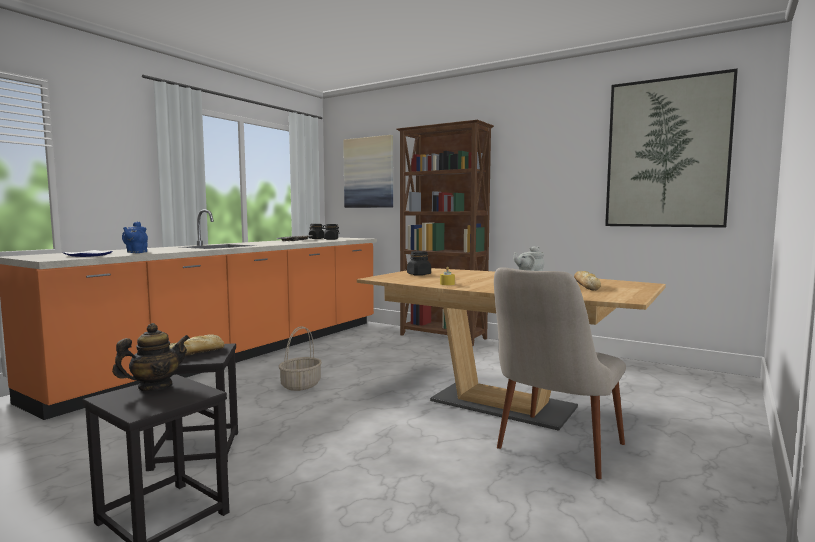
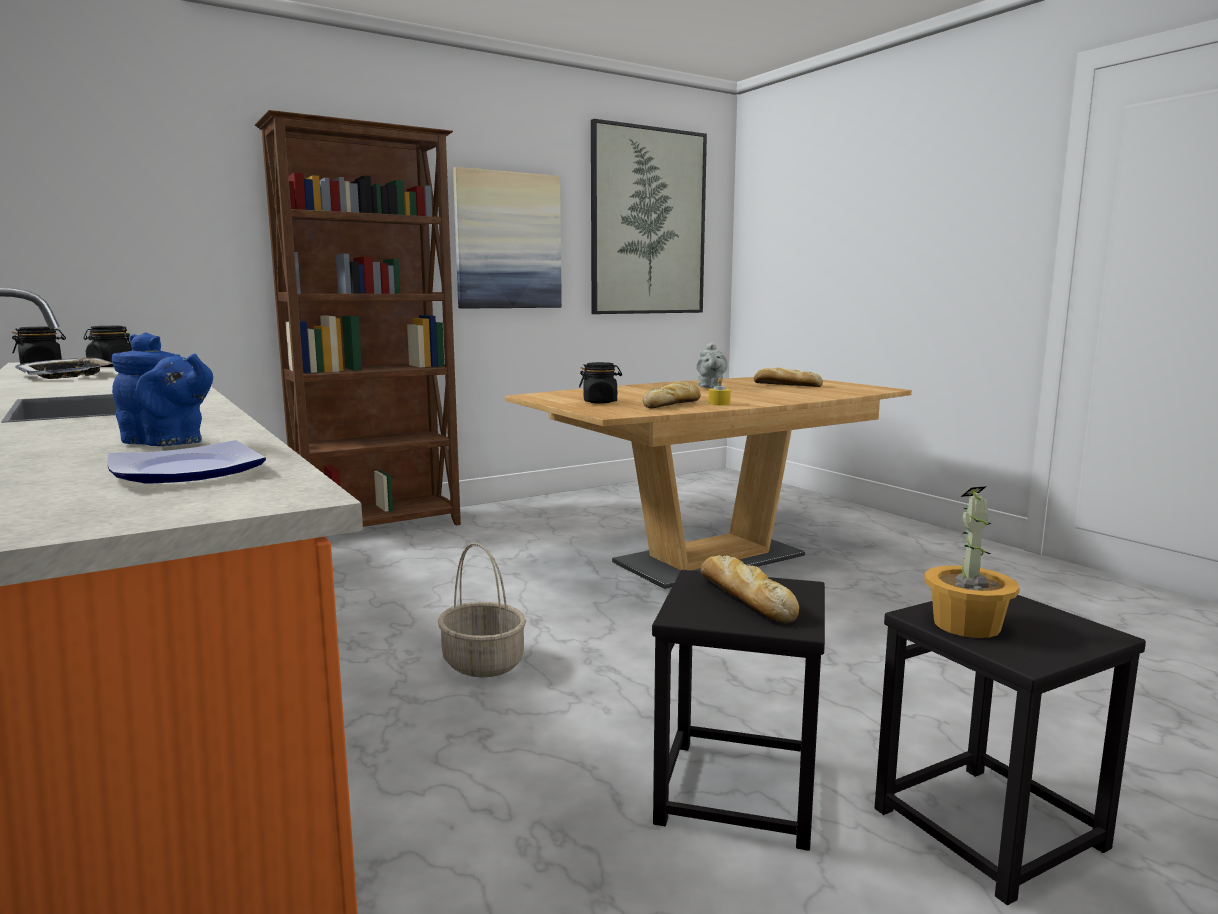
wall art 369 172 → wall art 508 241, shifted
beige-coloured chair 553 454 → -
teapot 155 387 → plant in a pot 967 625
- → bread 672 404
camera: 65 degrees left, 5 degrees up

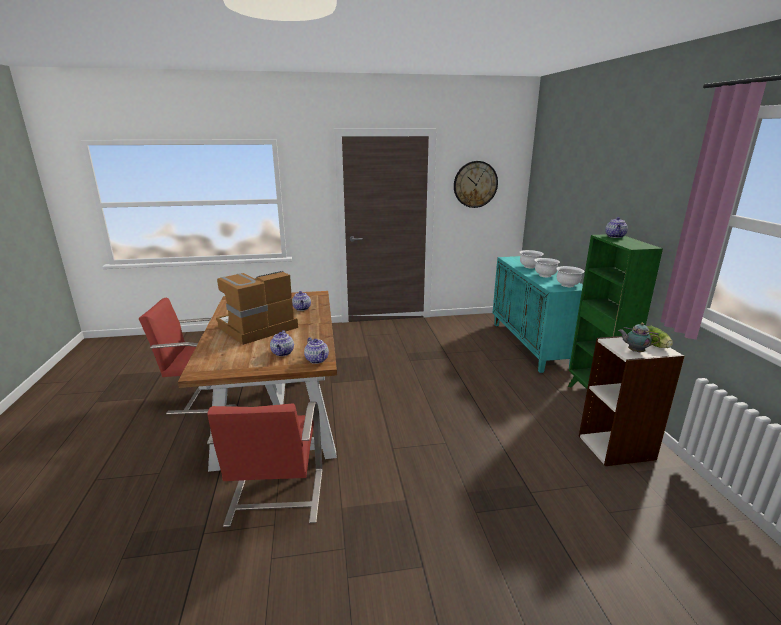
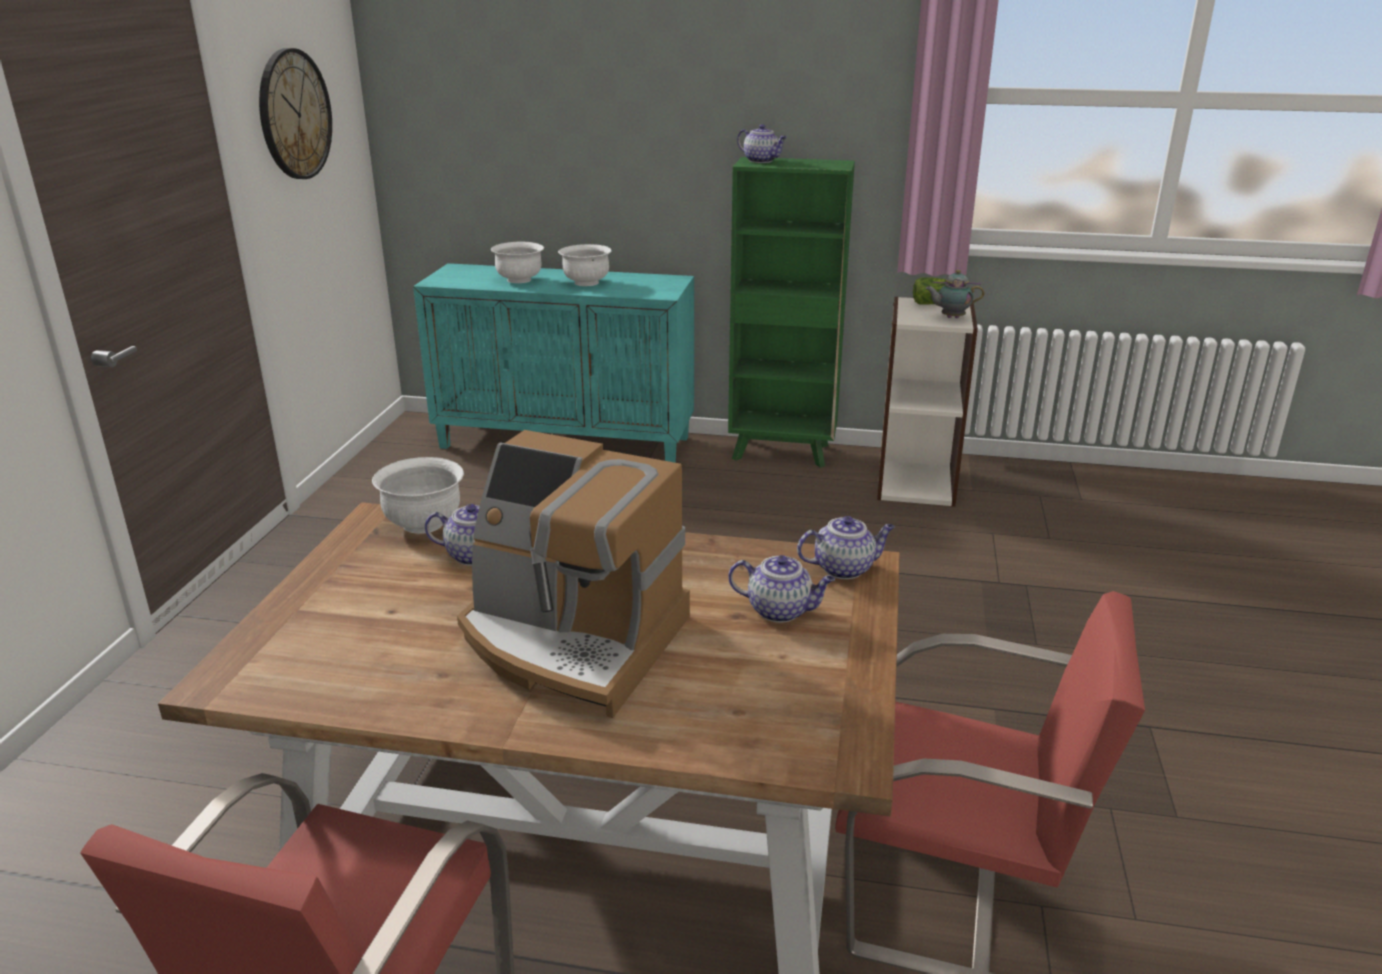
whitish serving bowl 567 285 → whitish serving bowl 424 524, shifted
coffee brewer 257 328 → coffee brewer 572 640, 45 degrees counterclockwise
teapot 634 351 → teapot 950 317, 45 degrees clockwise
camera: 70 degrees left, 5 degrees up

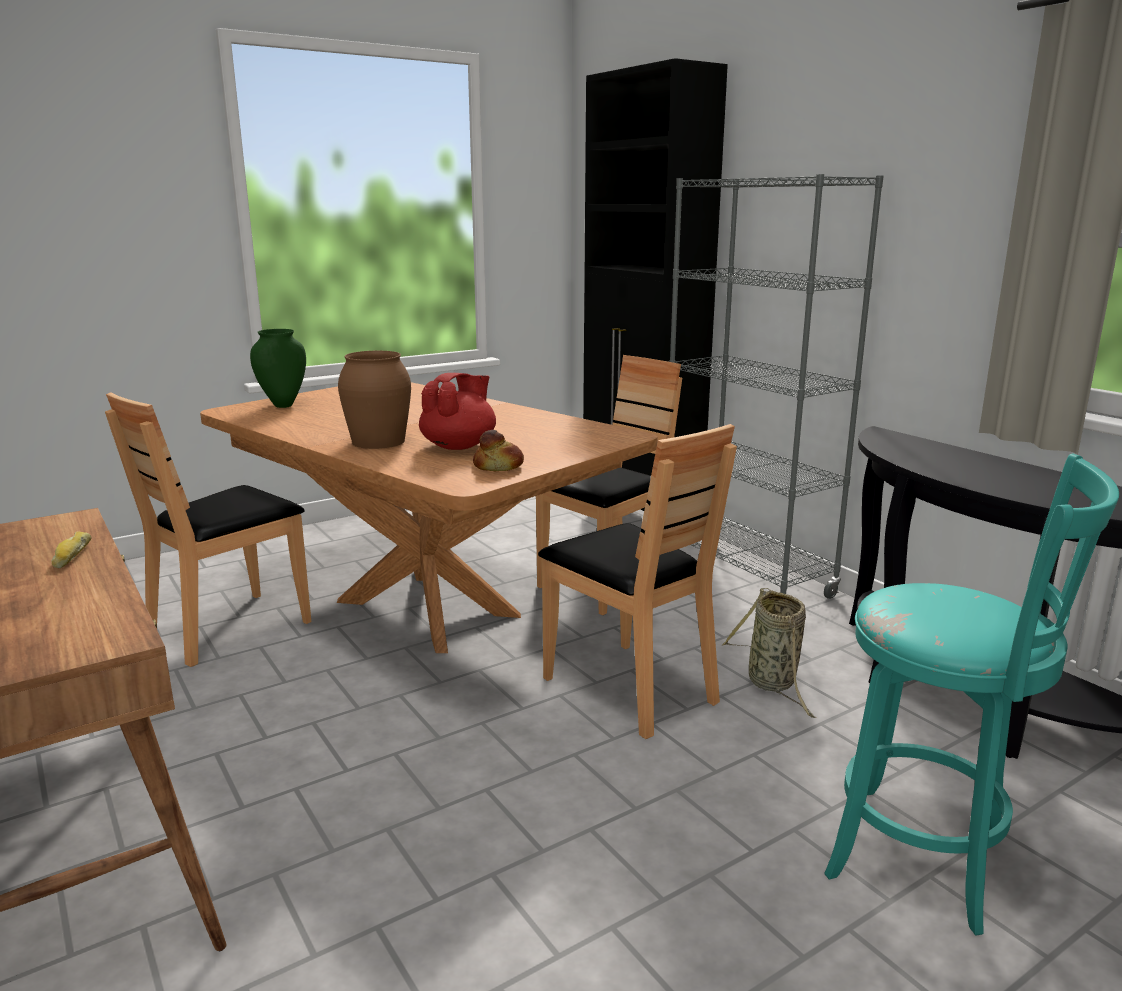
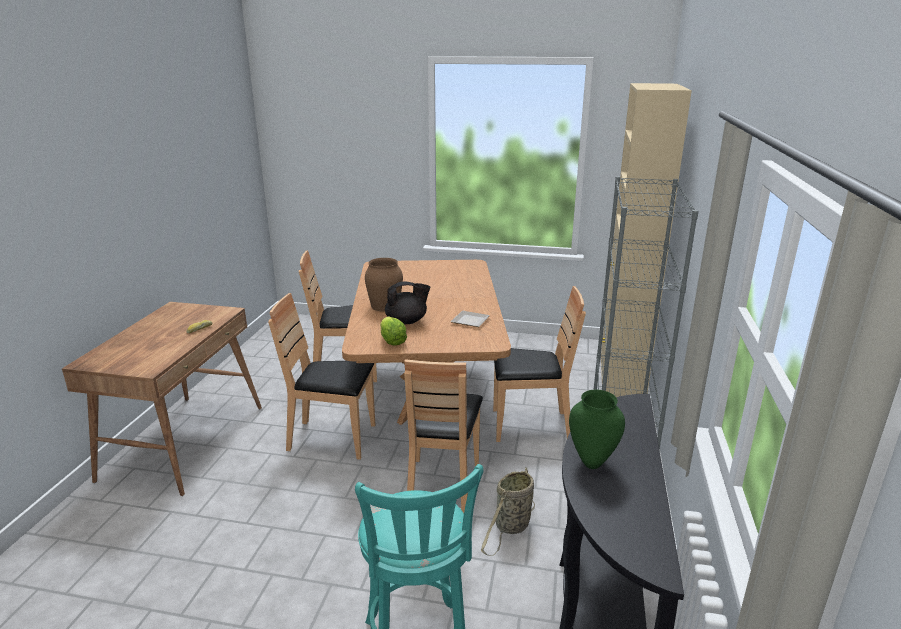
black-coloured storage cabinet 640 521 → beige-coloured storage cabinet 619 394
green vase 283 405 → green vase 592 462, shifted
red-coloured teapot 459 446 → black-coloured teapot 407 321
bread 498 467 → lettuce 392 341
- → brown chair 333 438
- → plate 470 321
camera: 45 degrees right, 5 degrees up

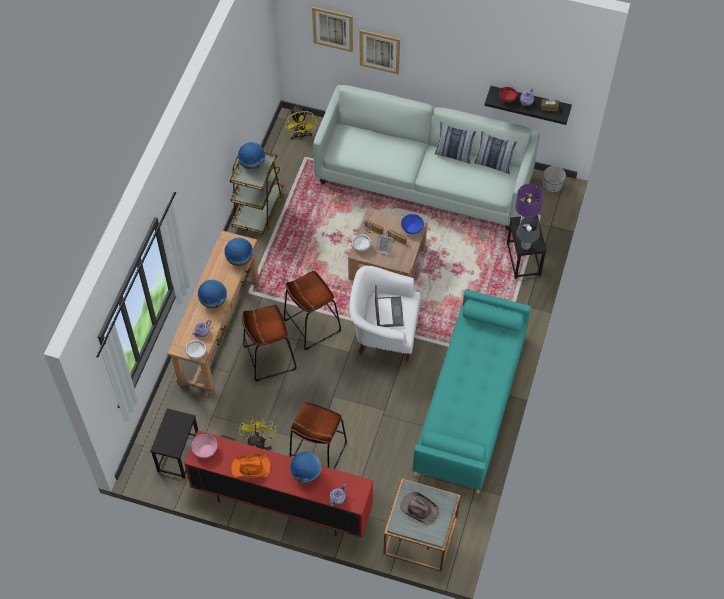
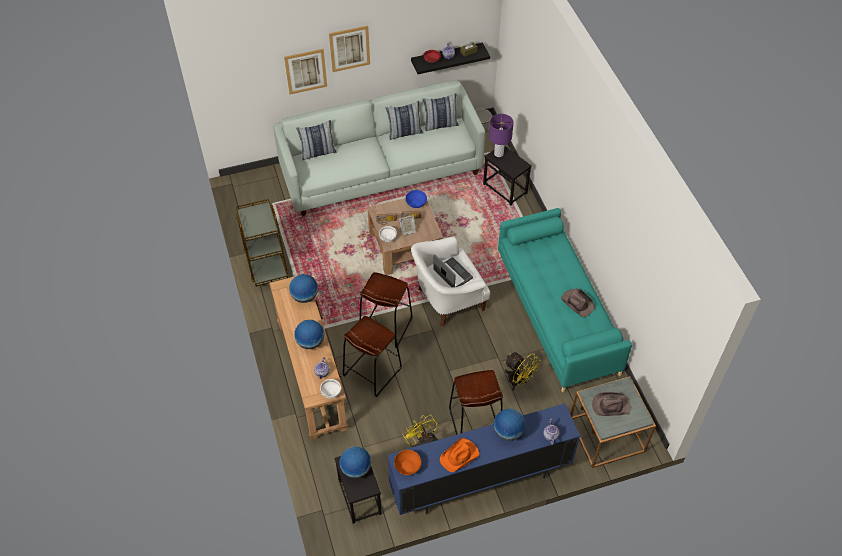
wall art 333 29 → wall art 349 48, shifted
yellow fan 301 136 → yellow fan 518 381, shifted
globe 252 164 → globe 356 469, shifted
gray table lamp 525 246 → -
red-coloured tv unit 281 504 → blue tv unit 479 481
pink-coloured serving bowl 205 449 → orange-coloured serving bowl 407 466
- → cushion 318 152
- → brown hat 577 303
camera: 35 degrees left, 5 degrees down

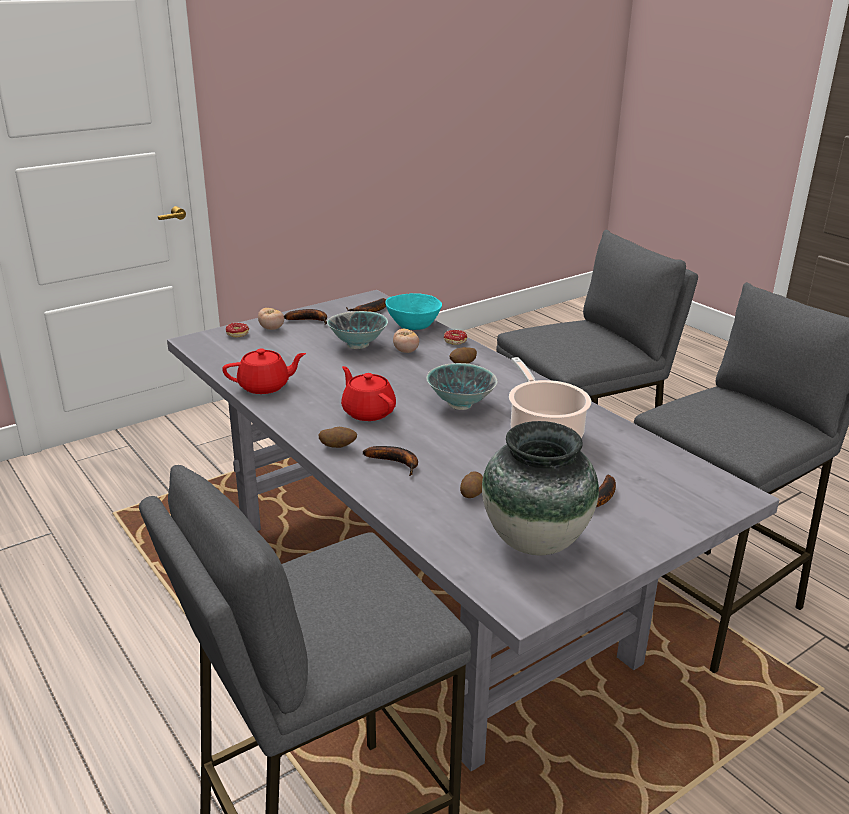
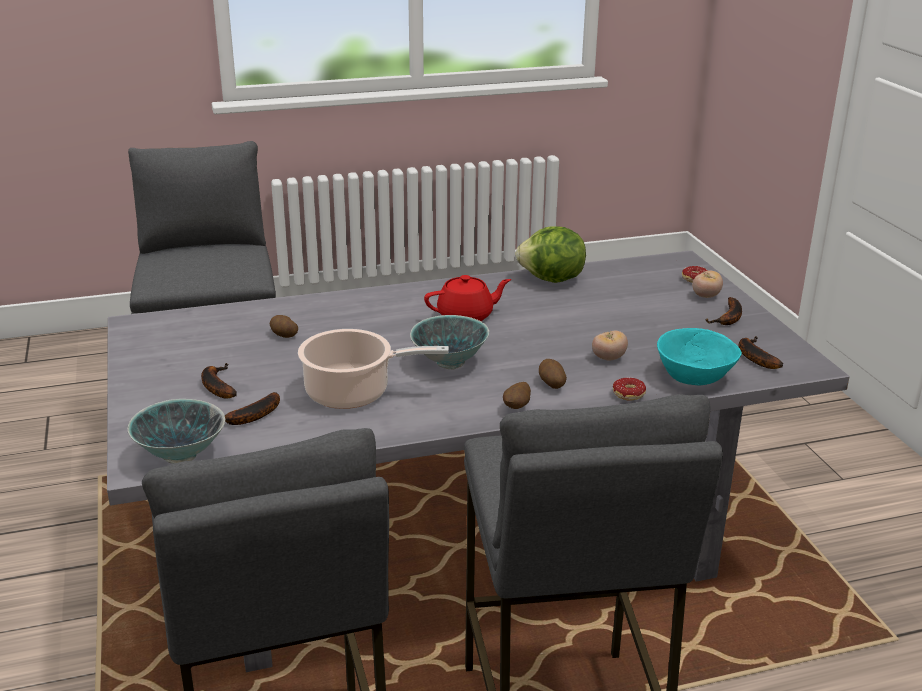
serving bowl 358 345 → serving bowl 180 456, shifted
red-coloured teapot 265 386 → lettuce 552 280
vase 536 541 → -
potato 338 447 → potato 517 407, shifted
banana fruit 396 463 → banana fruit 250 417, shifted
camera: 110 degrees right, 0 degrees up

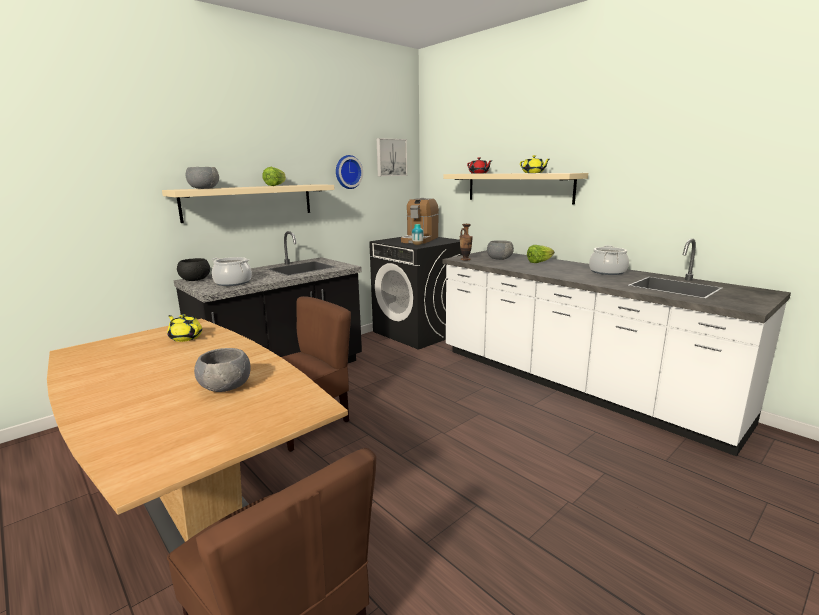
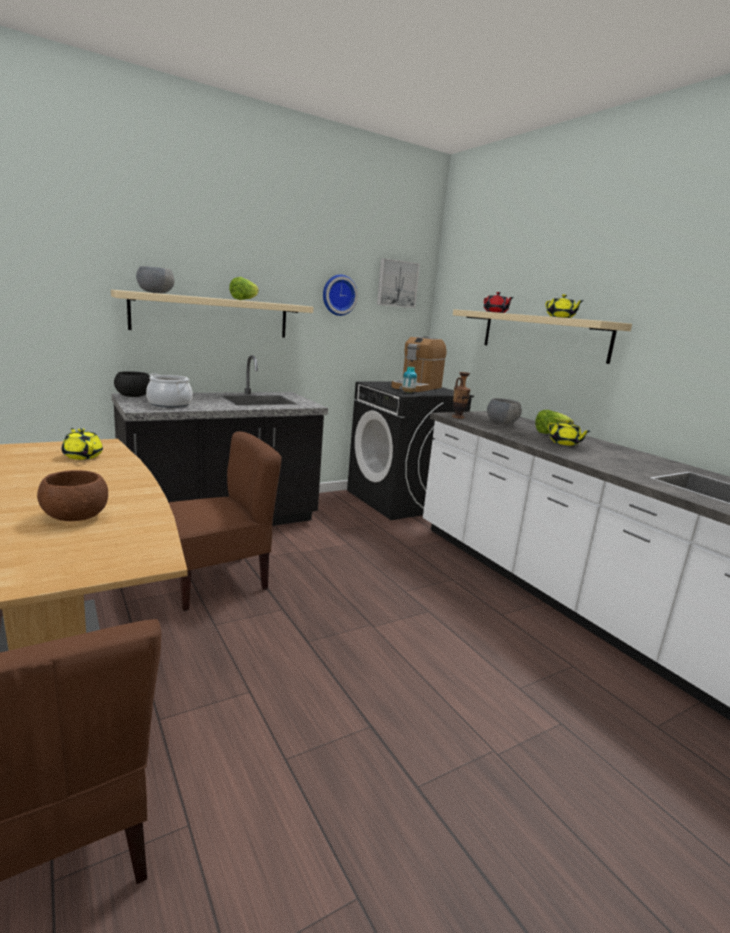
stockpot 607 272 → -
gray serving bowl 225 387 → brown serving bowl 75 516
- → yellow teapot 564 443
camera: 10 degrees right, 0 degrees up

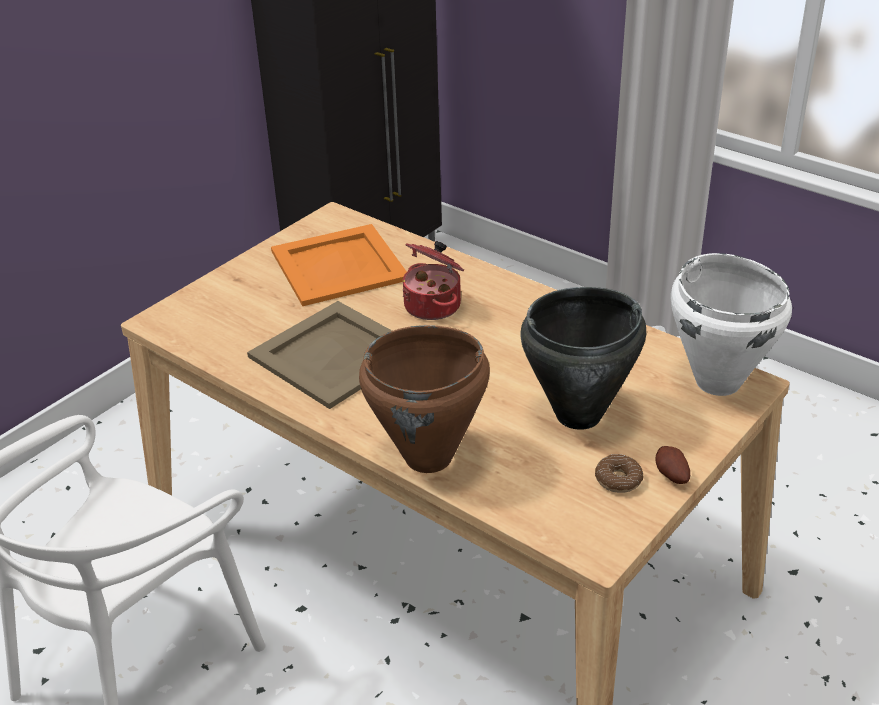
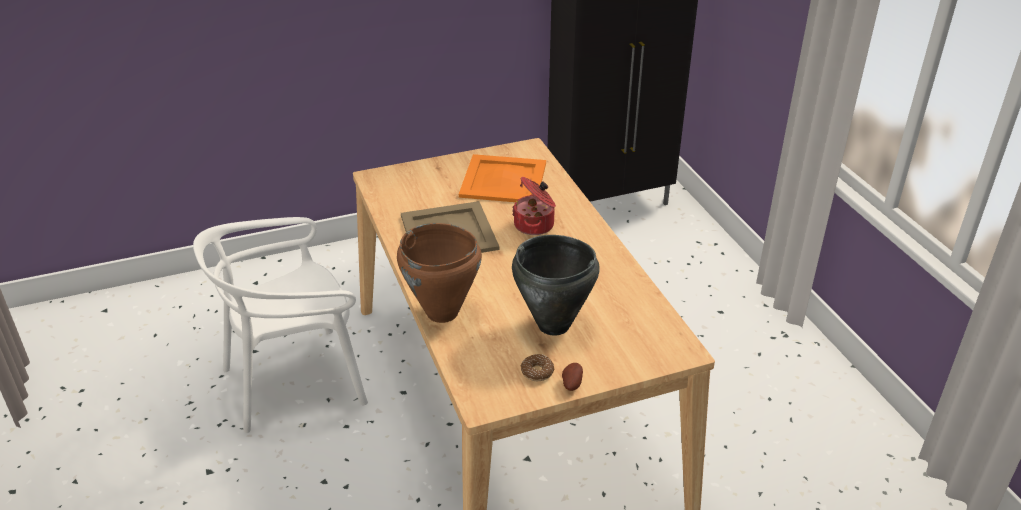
whitish stockpot 718 381 → -
camera: 30 degrees right, 0 degrees up

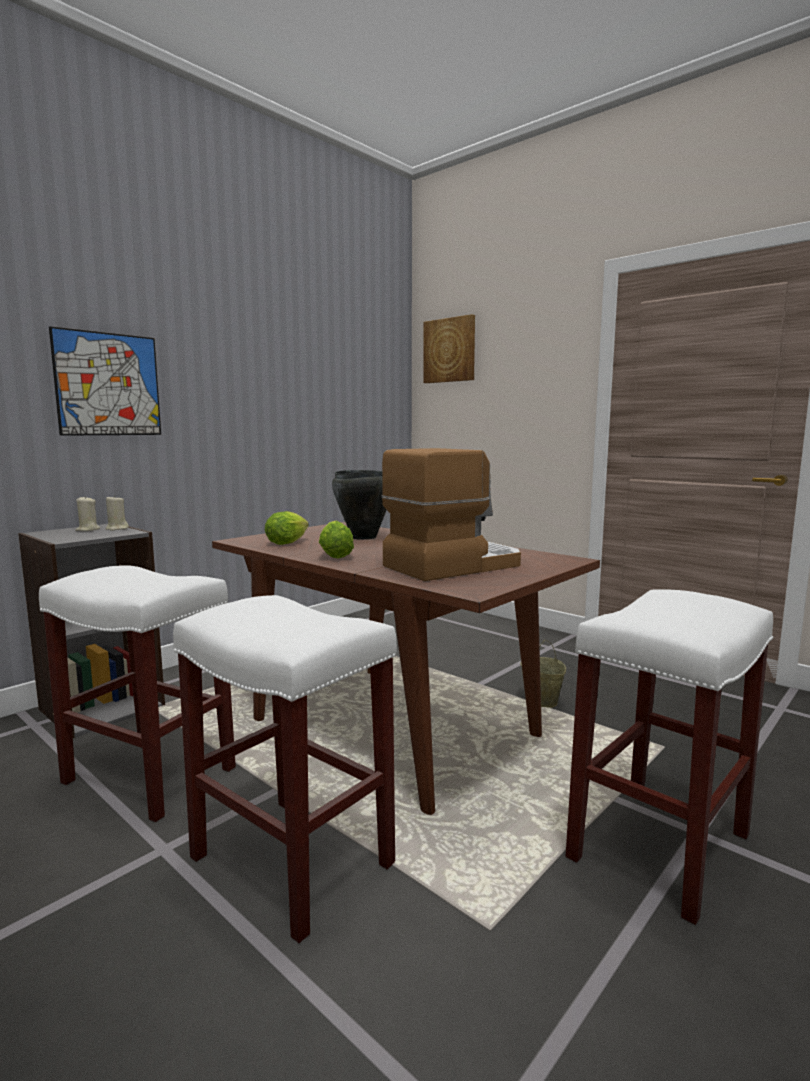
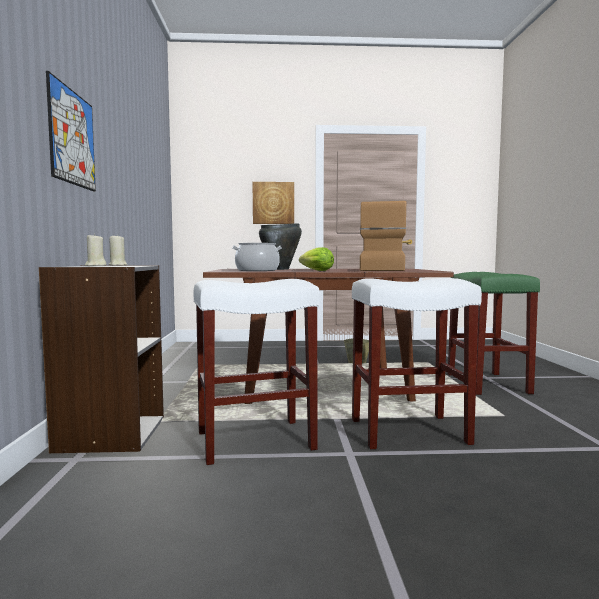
wall art 450 350 → wall art 273 203, shifted
lettuce 289 542 → stockpot 257 270
whitish sitting stool 660 848 → green sitting stool 488 384
camera: 45 degrees left, 5 degrees down

